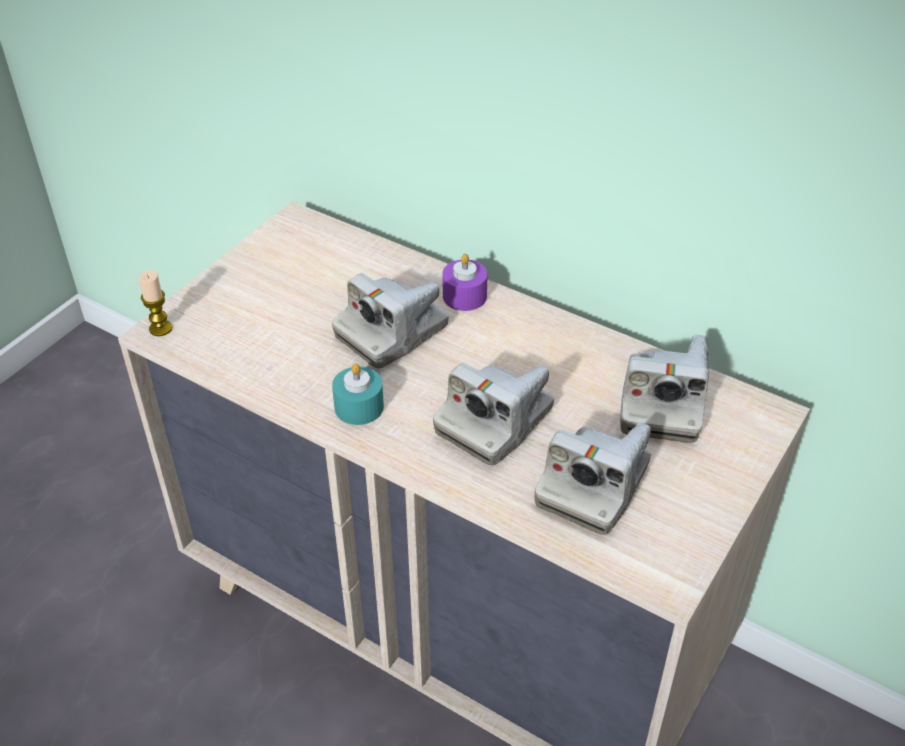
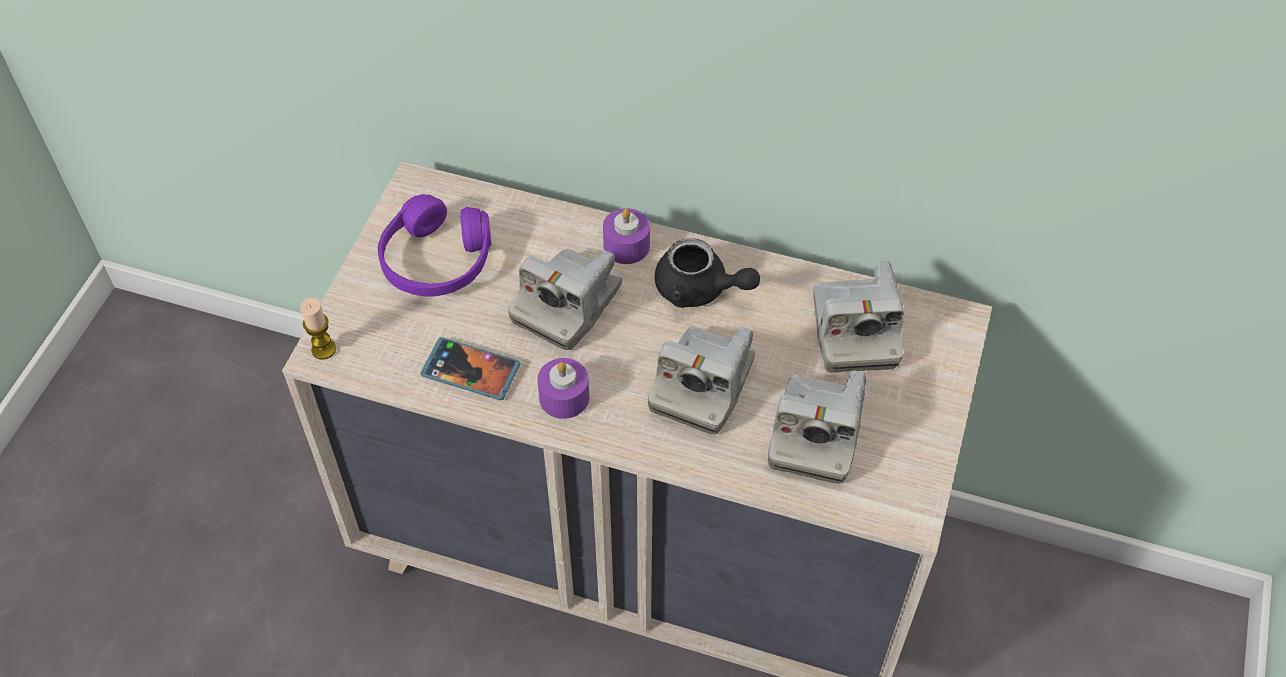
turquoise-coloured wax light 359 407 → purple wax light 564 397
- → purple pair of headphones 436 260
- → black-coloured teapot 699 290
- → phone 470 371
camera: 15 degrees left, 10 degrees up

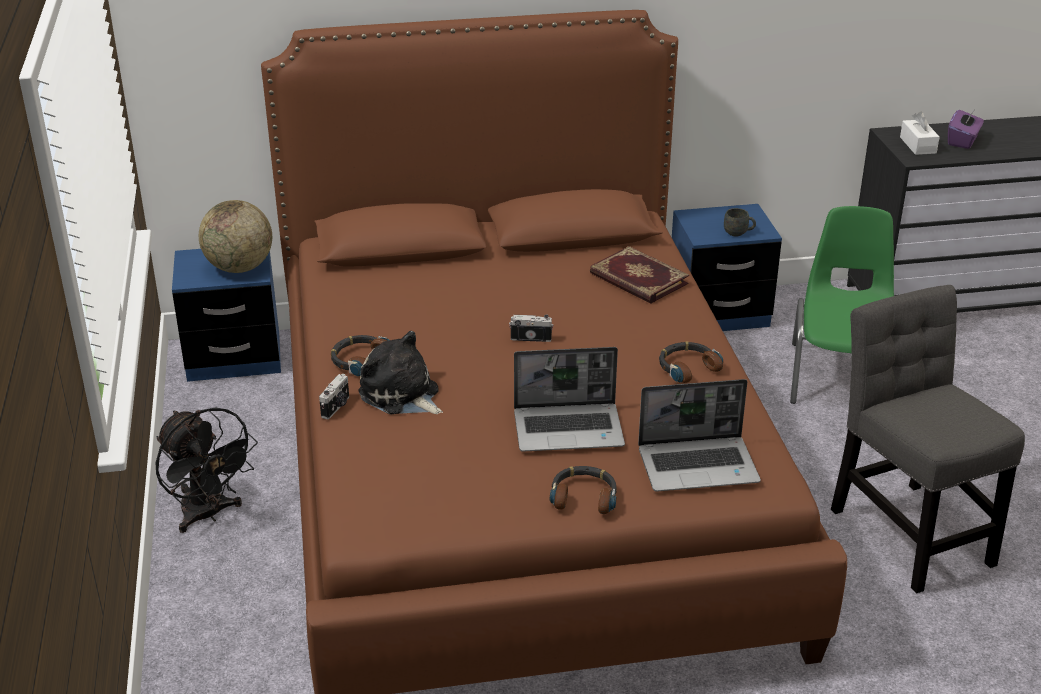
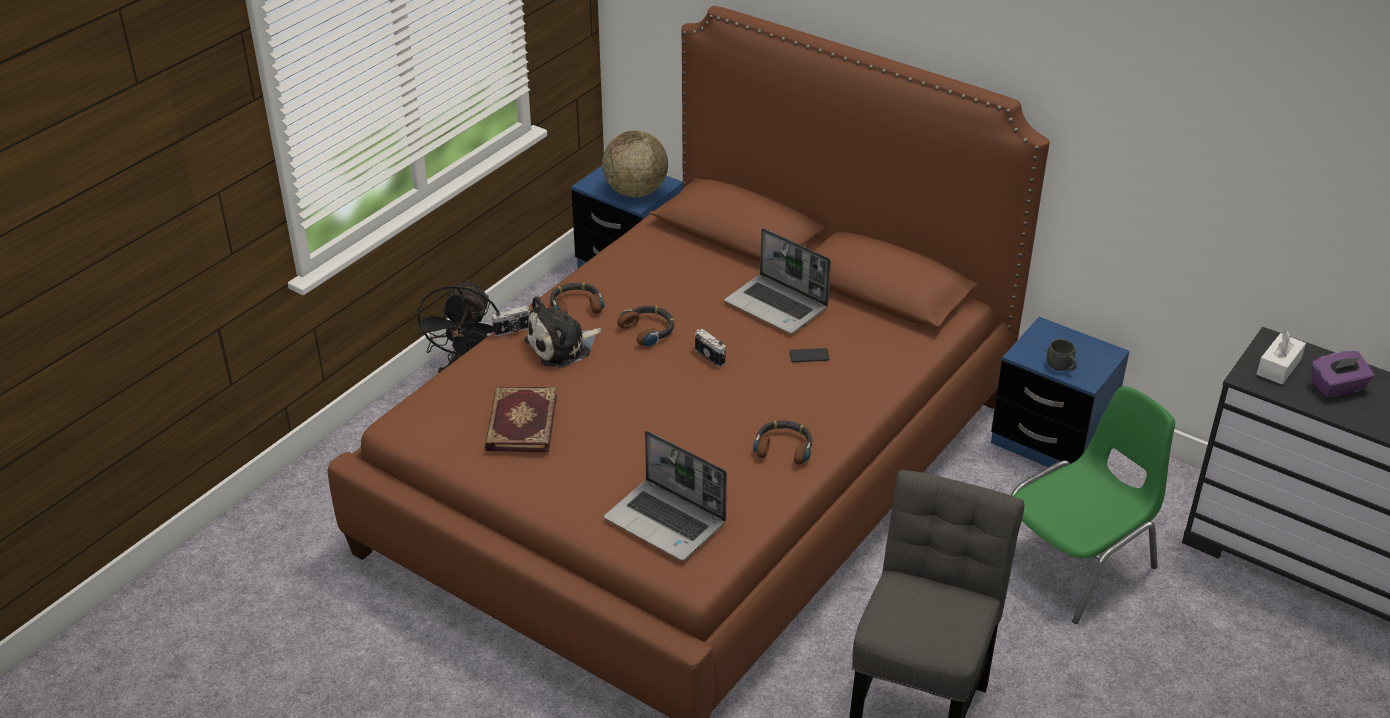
book 637 279 → book 520 422, shifted
cuddly toy 401 395 → cuddly toy 562 347, 120 degrees counterclockwise
notebook computer 569 429 → notebook computer 777 306, shifted
pair of headphones 584 496 → pair of headphones 648 330, shifted
- → phone 809 356
camera: 45 degrees right, 5 degrees up

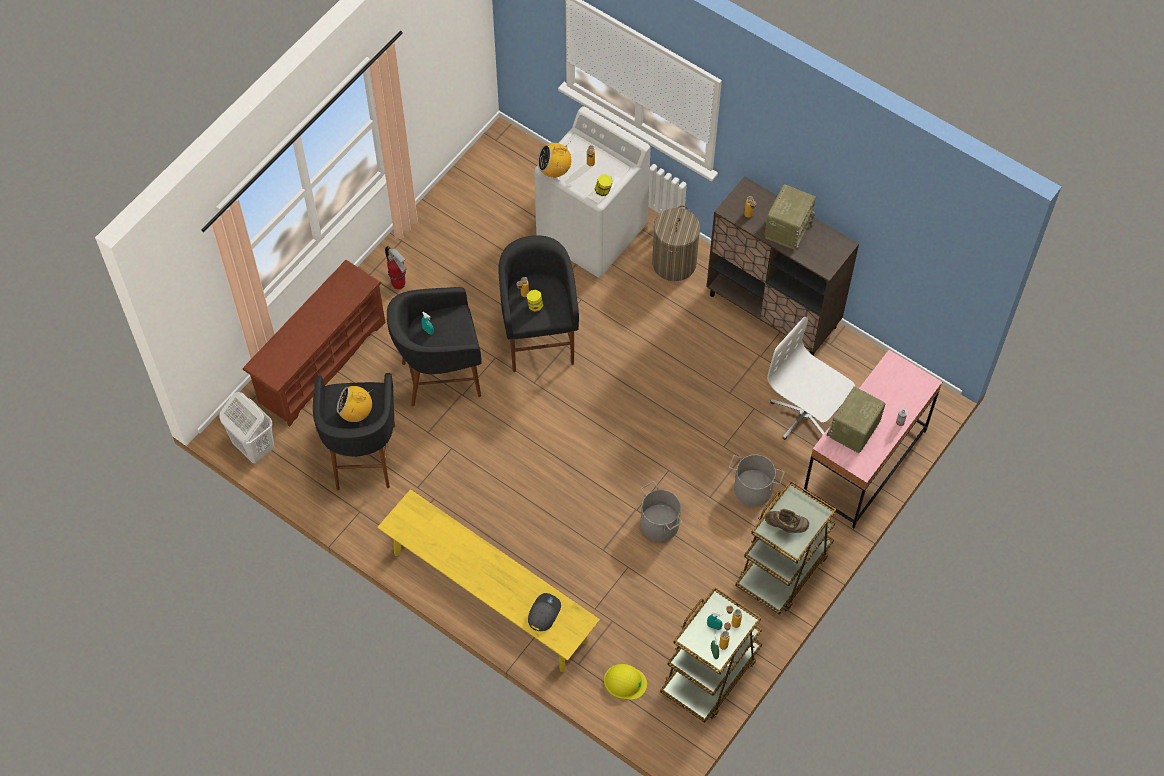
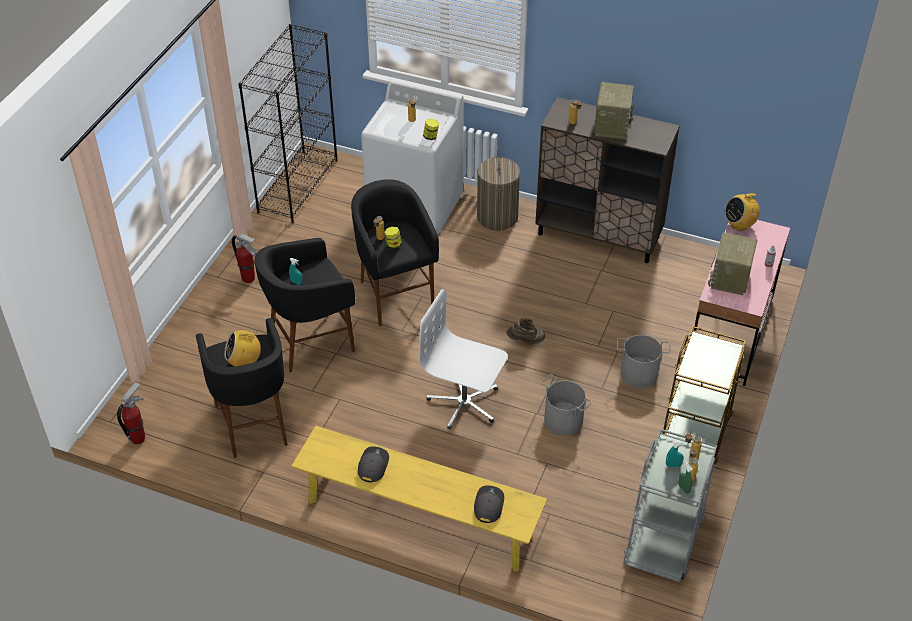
radio set 554 170 → radio set 739 225, shifted
brown shoe stand 321 361 → -
whitish computer chair 805 415 → whitish computer chair 464 403, shifted
whitish hamper 253 447 → extinguisher 138 438
brown high-top boot 786 527 → brown high-top boot 526 341, shifted
brown cart 710 673 → gray cart 664 538
yellow hard hat 625 681 → -
- → black-coloured bookshelf 298 185
- → gray peaked cap 372 465
camera: 15 degrees left, 15 degrees down

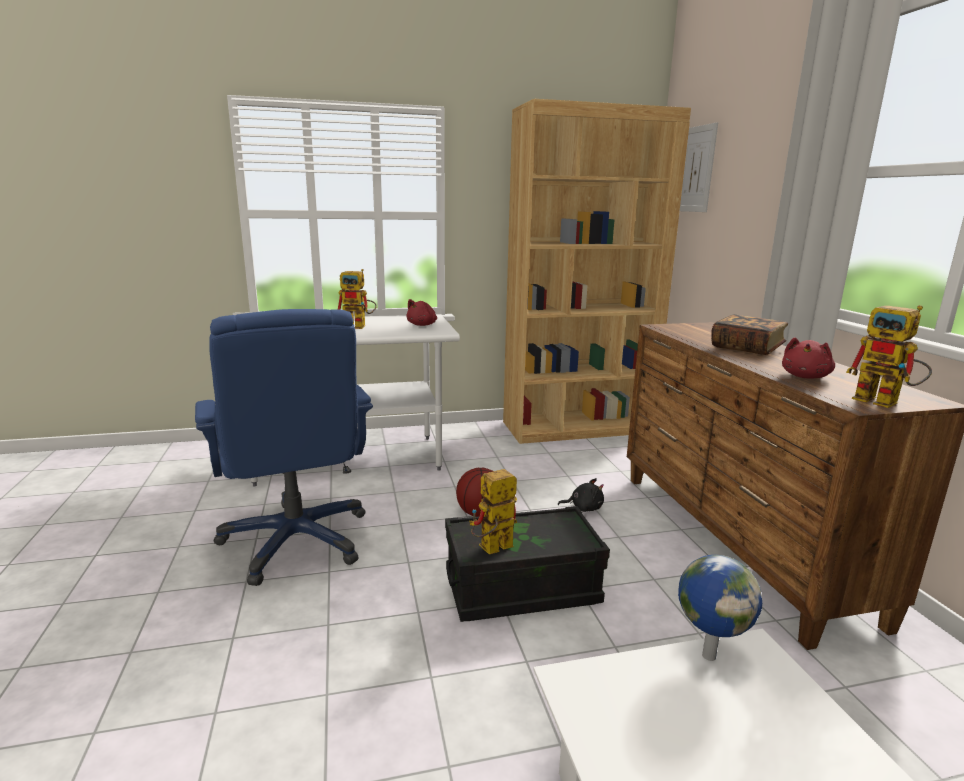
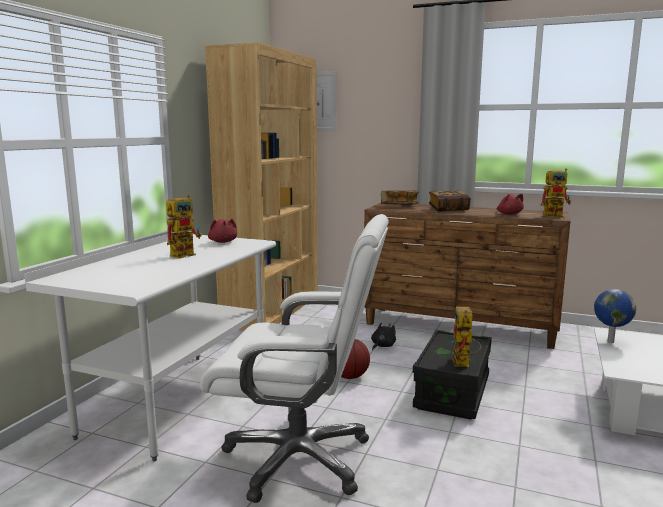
blue computer chair 296 541 → whitish computer chair 300 458
- → book 398 206
camera: 55 degrees left, 5 degrees down

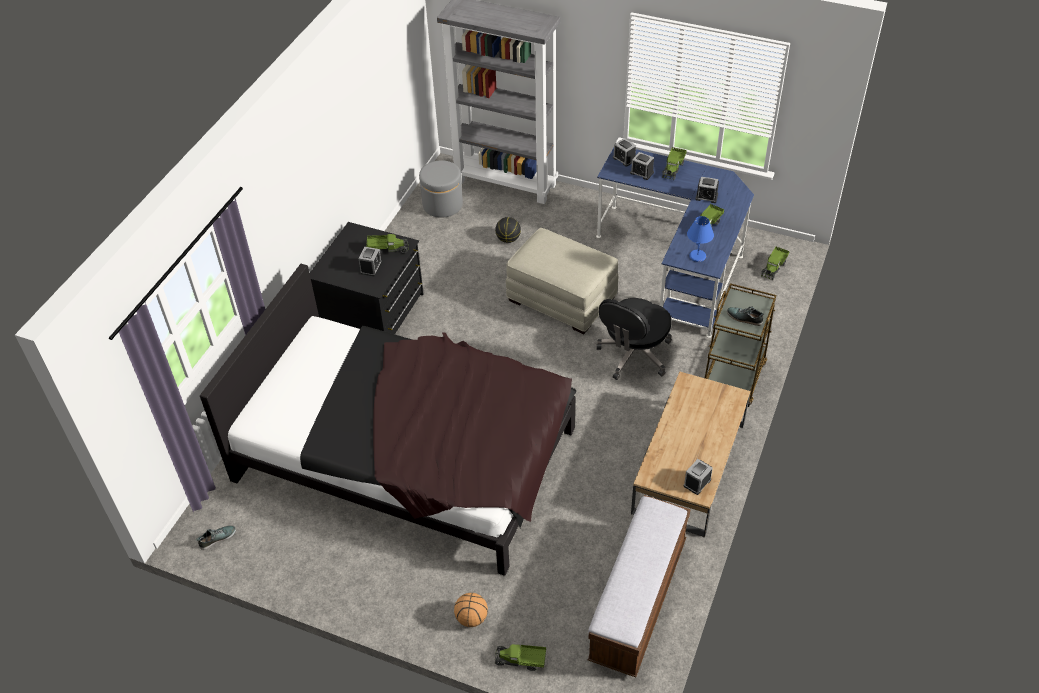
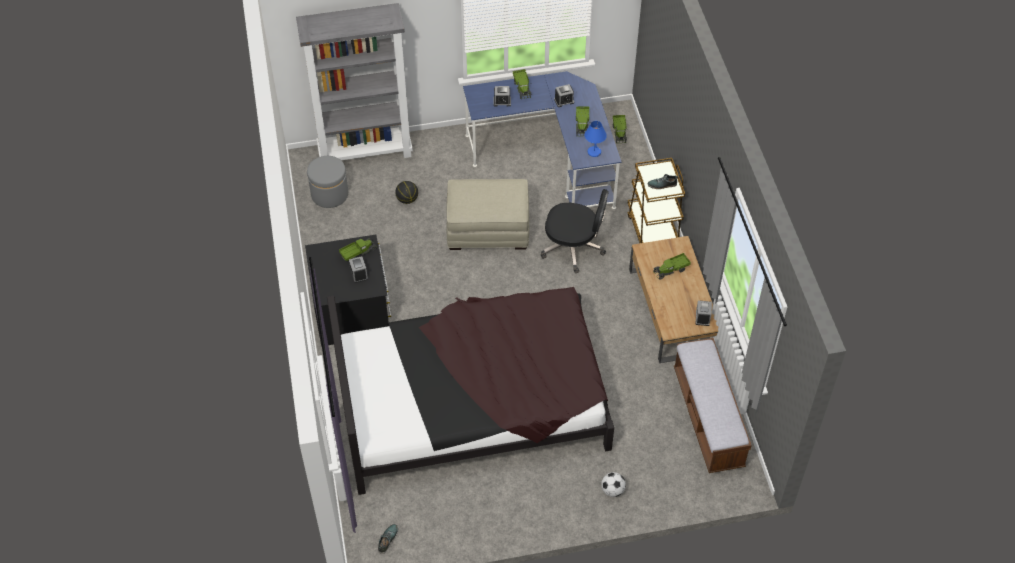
bedside clock 624 159 → -
black-coloured computer chair 633 355 → black-coloured computer chair 573 248, 75 degrees counterclockwise
basketball ball 471 618 → football 612 490
toy lorry 520 661 → toy lorry 671 270, shifted
camera: 35 degrees left, 5 degrees up

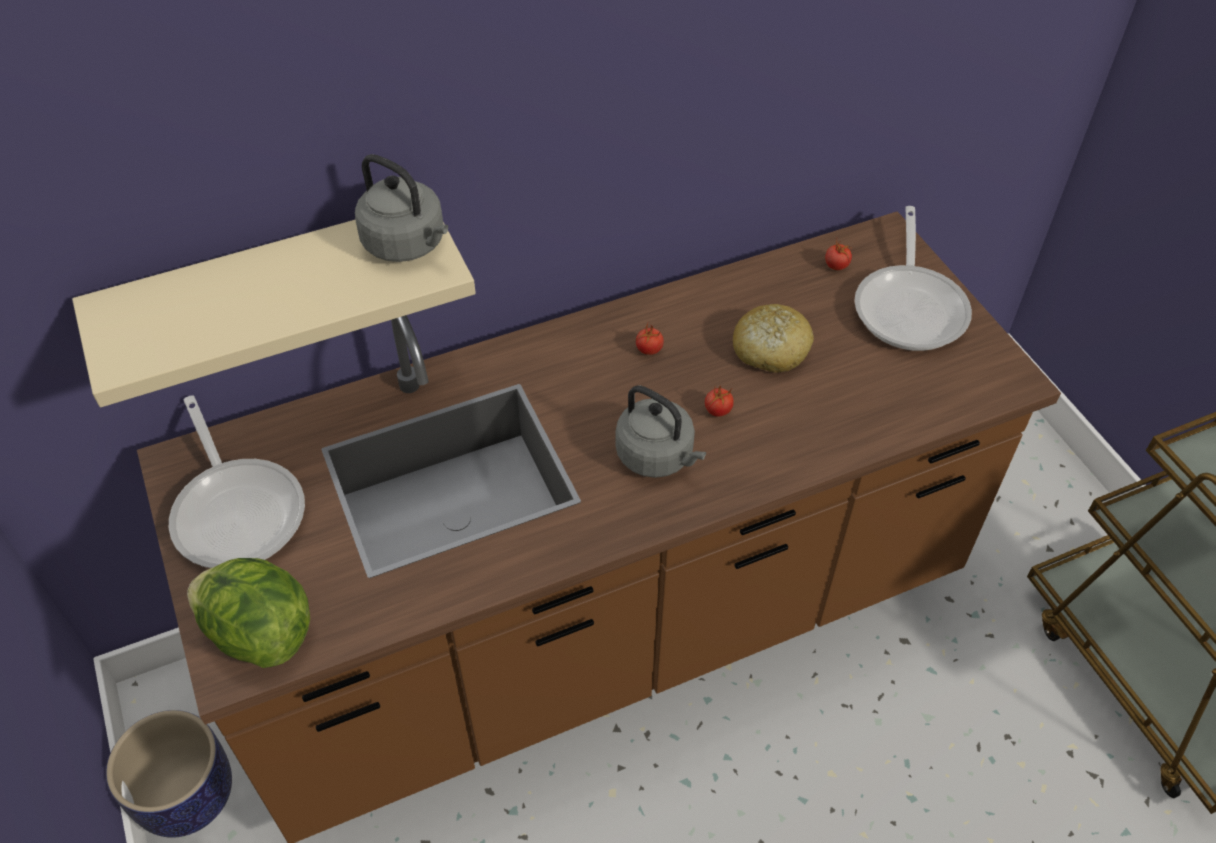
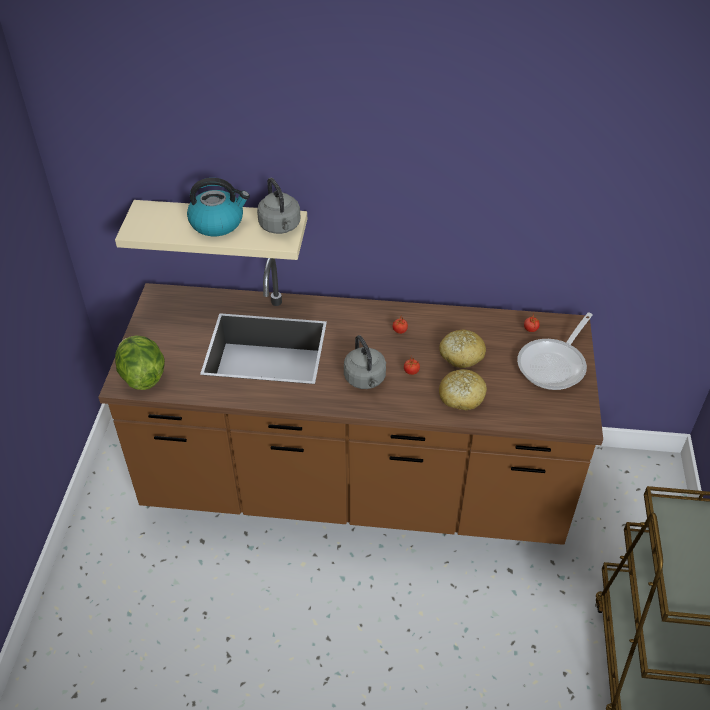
frying pan 238 510 → -
planter 187 795 → -
- → water kettle 218 223
- → bread 461 396
camera: 30 degrees right, 5 degrees down

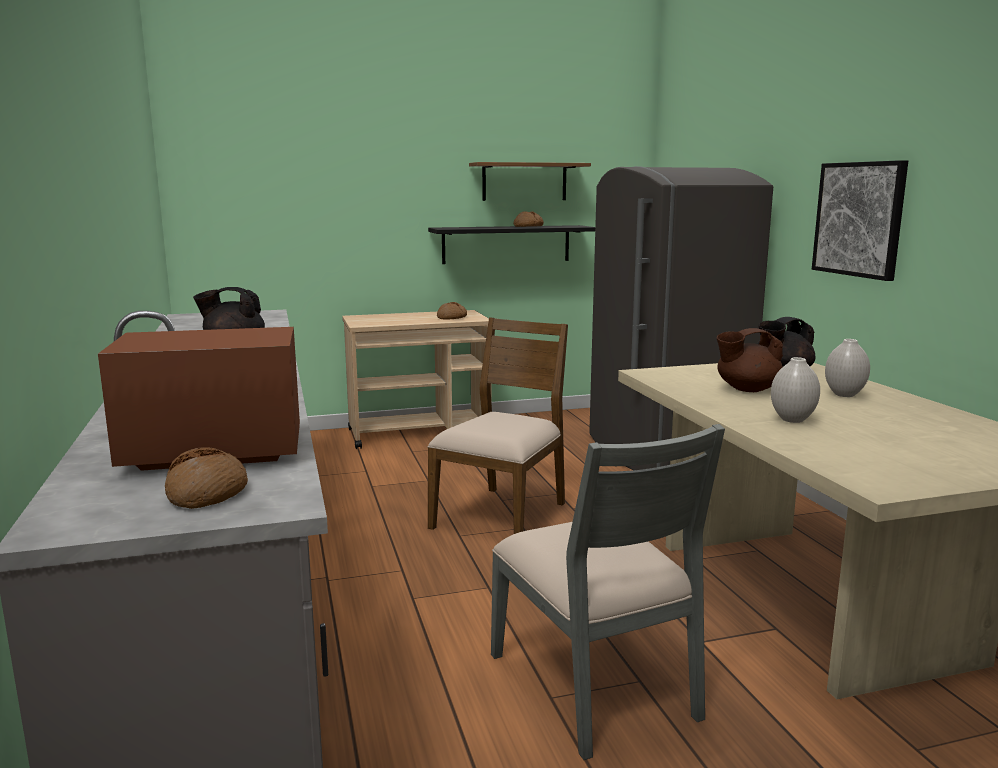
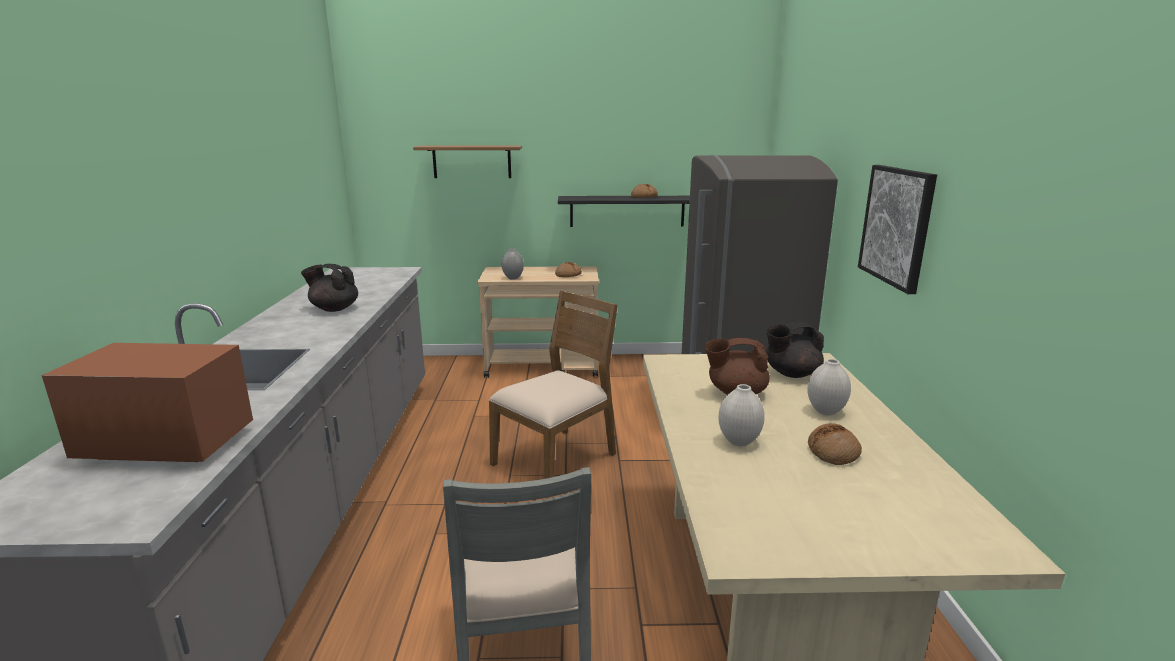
shelf 524 181 → shelf 472 161, shifted
bread 207 493 → bread 833 452, shifted
- → gray vase 513 278
camera: 15 degrees right, 5 degrees up

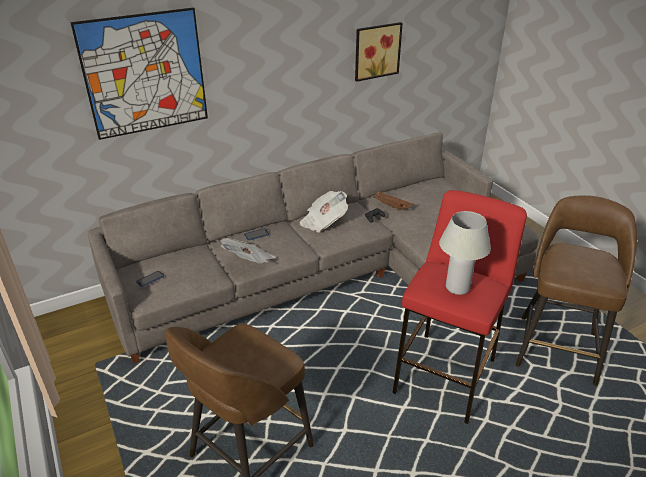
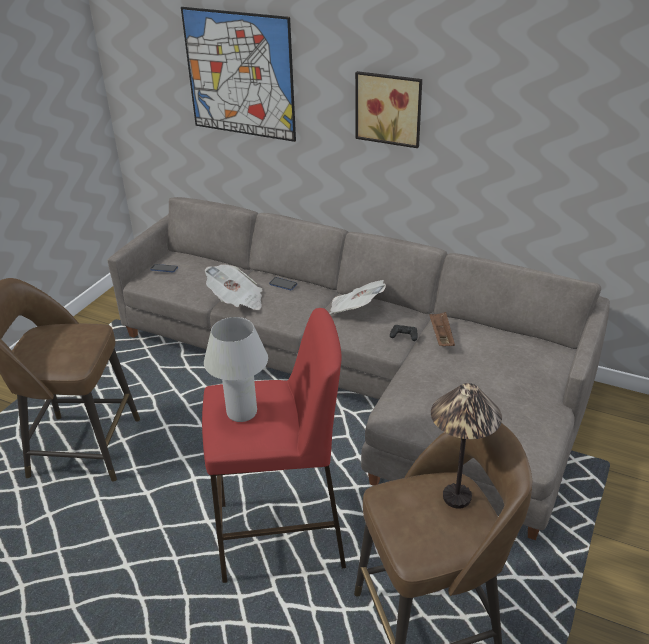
wall art 376 51 → wall art 389 108, shifted
- → table lamp 456 498
camera: 55 degrees right, 0 degrees up

